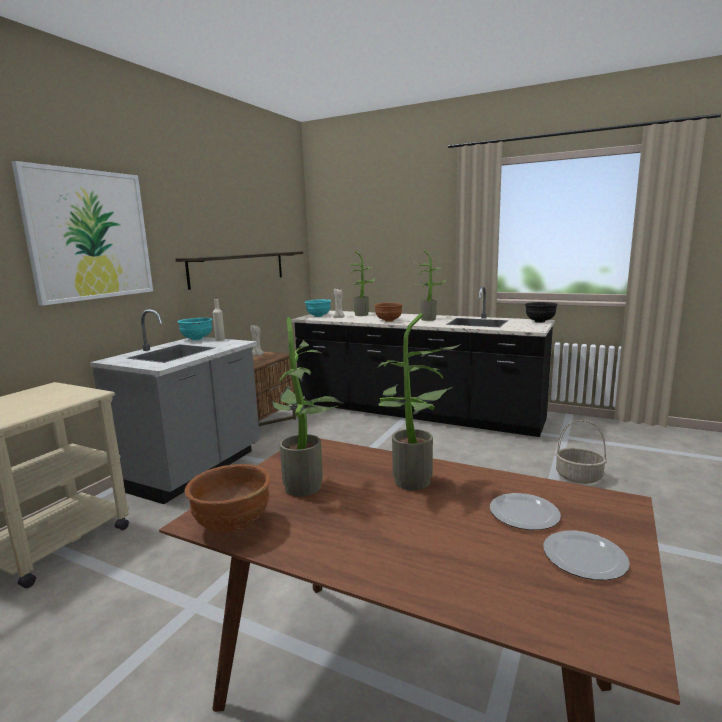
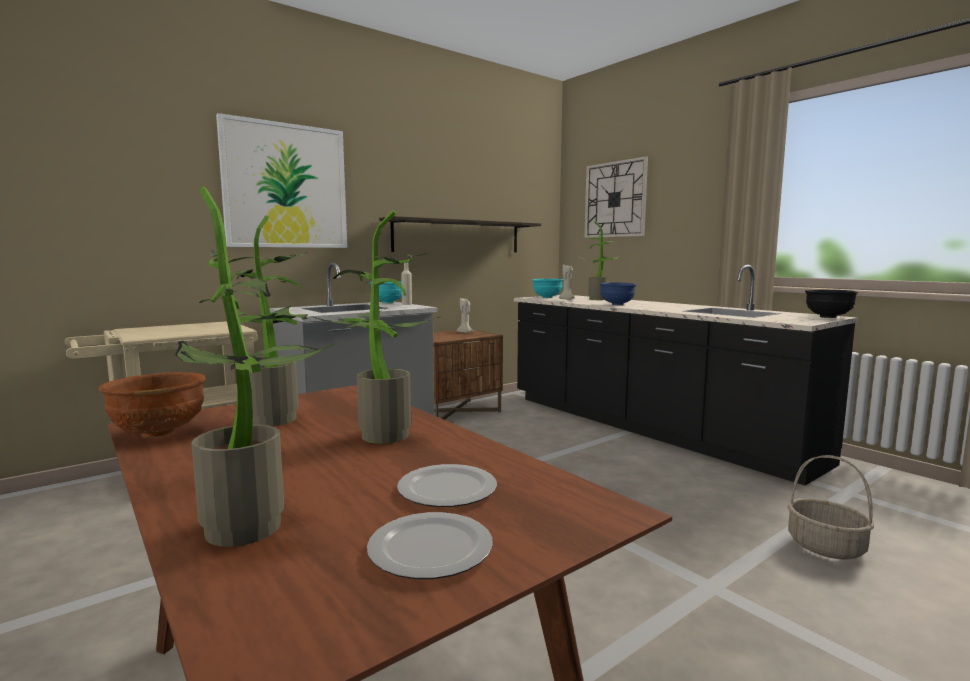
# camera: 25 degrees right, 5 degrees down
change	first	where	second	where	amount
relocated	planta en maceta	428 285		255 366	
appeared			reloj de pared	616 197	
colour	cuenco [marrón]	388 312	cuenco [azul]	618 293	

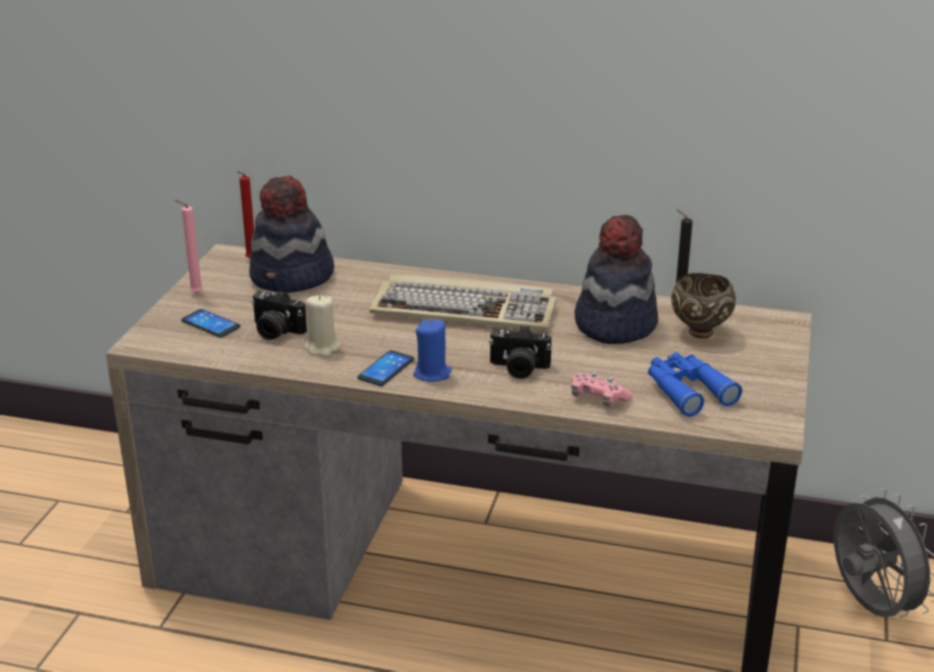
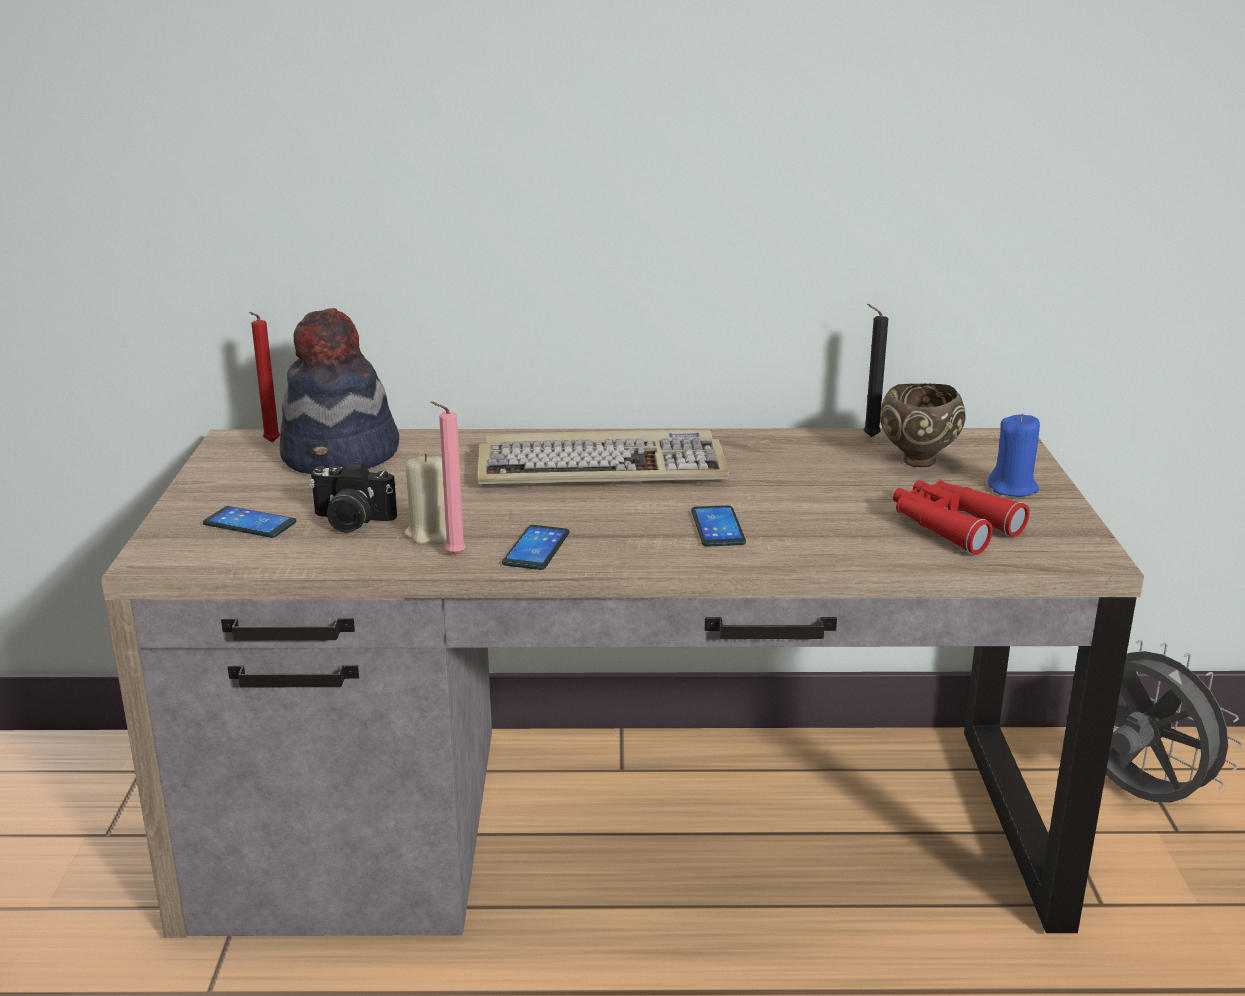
# camera: 15 degrees left, 5 degrees down
change	first	where	second	where	amount
relocated	vela [rosa]	189 247		448 478	
exchanged	cámara	520 352	móvil	718 526	
colour	prismáticos [azul]	695 384	prismáticos [rojo]	961 517	
relocated	vela [azul]	432 350		1014 455	
missing	mando de consola [rosa]	601 389			
missing	sombrero	616 279			

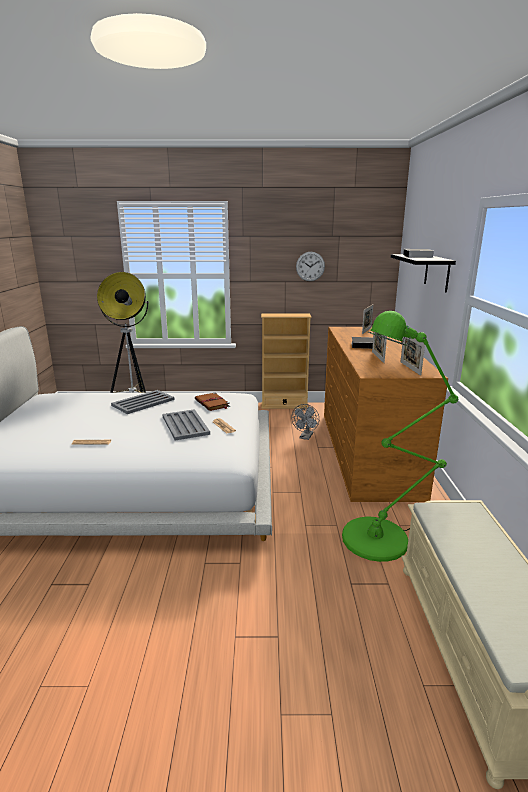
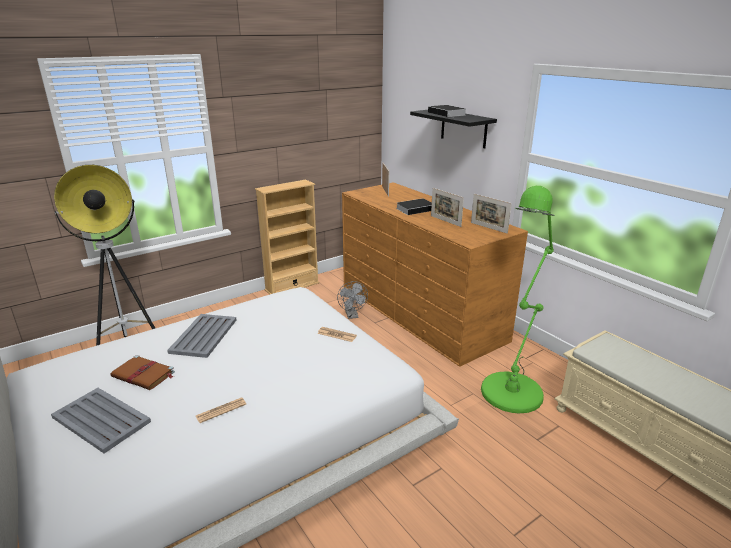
# camera: 35 degrees left, 5 degrees up
change	first	where	second	where	amount
relocated	bandeja [gris]	186 424		101 420	
relocated	libro [marrón]	212 401		142 372	
missing	reloj de pared	310 266			

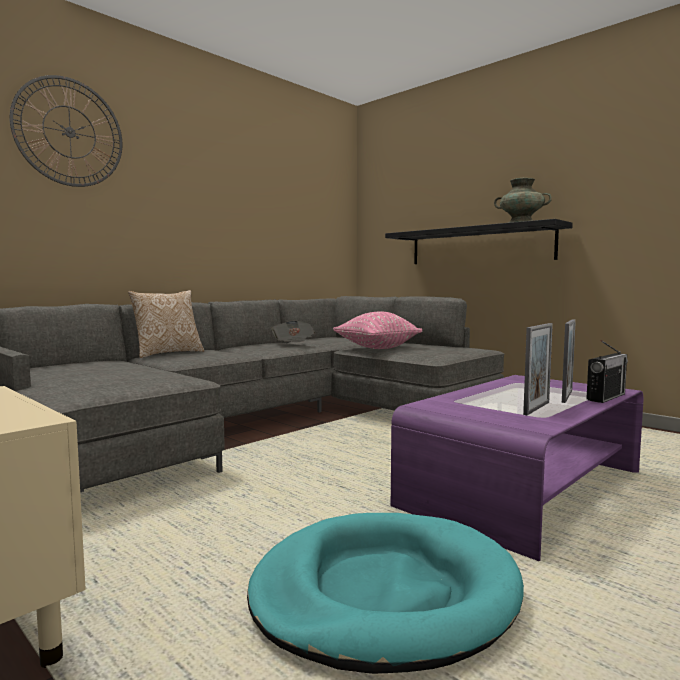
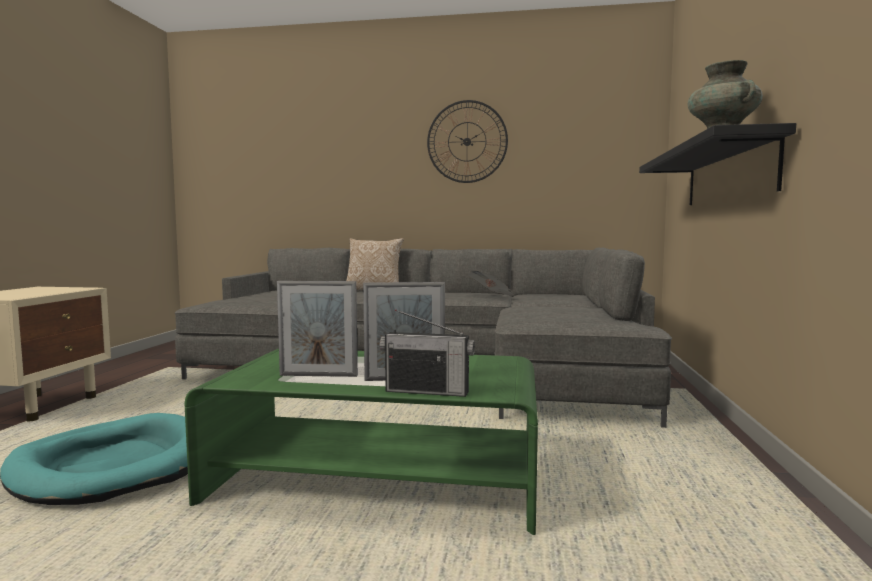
# camera: 55 degrees right, 0 degrees up
change	first	where	second	where	amount
colour	mesa de centro [morado]	517 468	mesa de centro [verde]	361 442	
relocated	reloj de pared	66 131		467 141	
missing	cojín [rosa]	377 330			

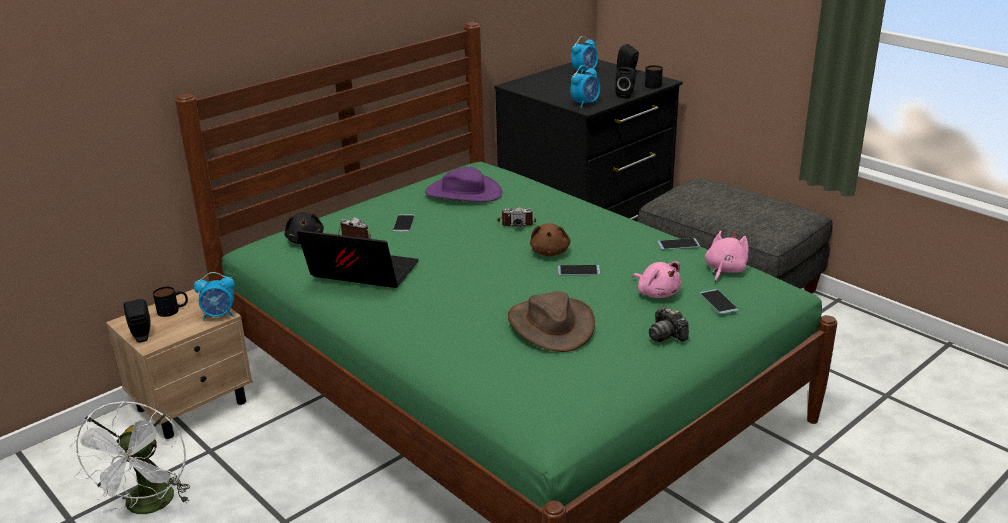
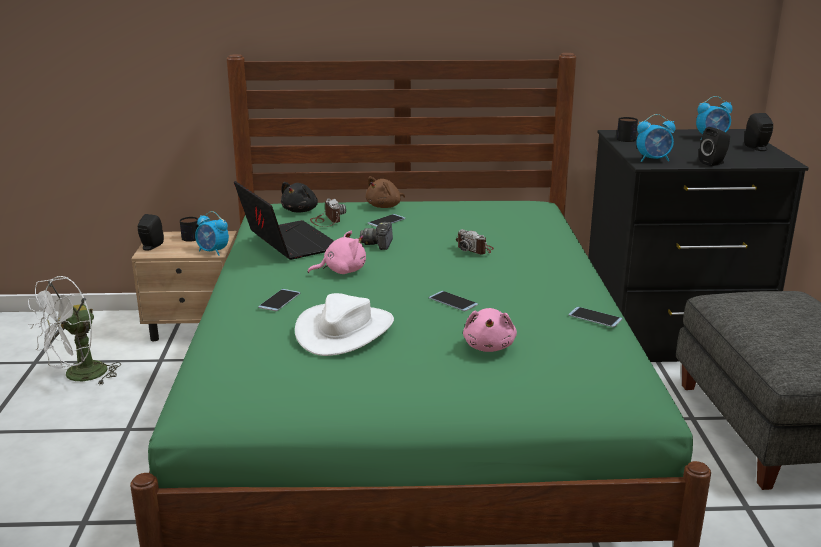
# camera: 40 degrees right, 5 degrees down
change	first	where	second	where	amount
relocated	móvil	719 301		279 300	
colour	sombrero [marrón]	551 321	sombrero [blanco]	344 324	
relocated	peluche [rosa]	727 256		337 252	
relocated	cámara	669 324		376 236	
relocated	peluche [marrón]	550 239		385 192	
relocated	taza grande	654 77		627 129	
missing	sombrero [morado]	463 184			

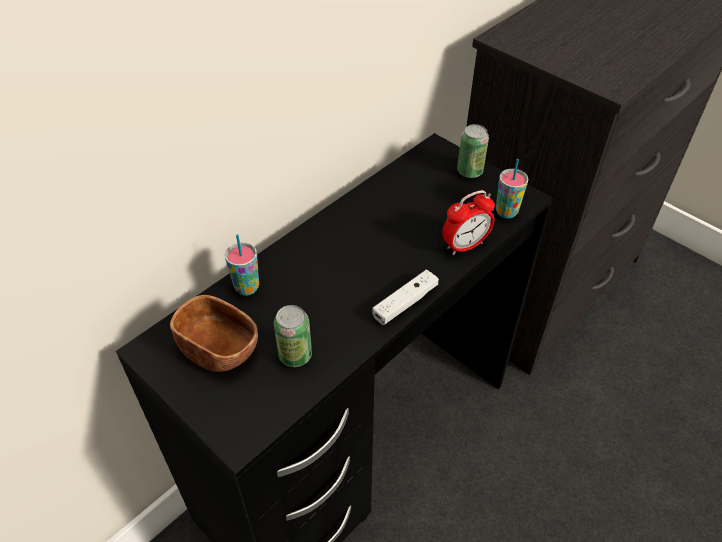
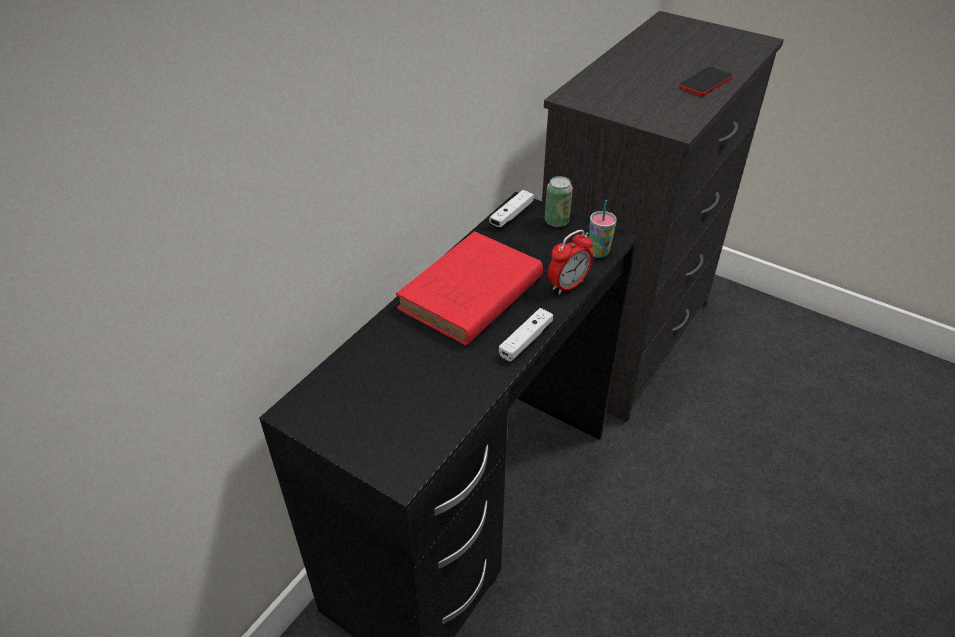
# camera: 10 degrees left, 5 degrees down
change	first	where	second	where	amount
appeared			libro [rojo]	469 288	
appeared			mando de consola [blanco]	511 208	
appeared			móvil	706 82	
missing	cuenco [marrón]	214 333			
missing	taza	242 265			
missing	lata	293 336			

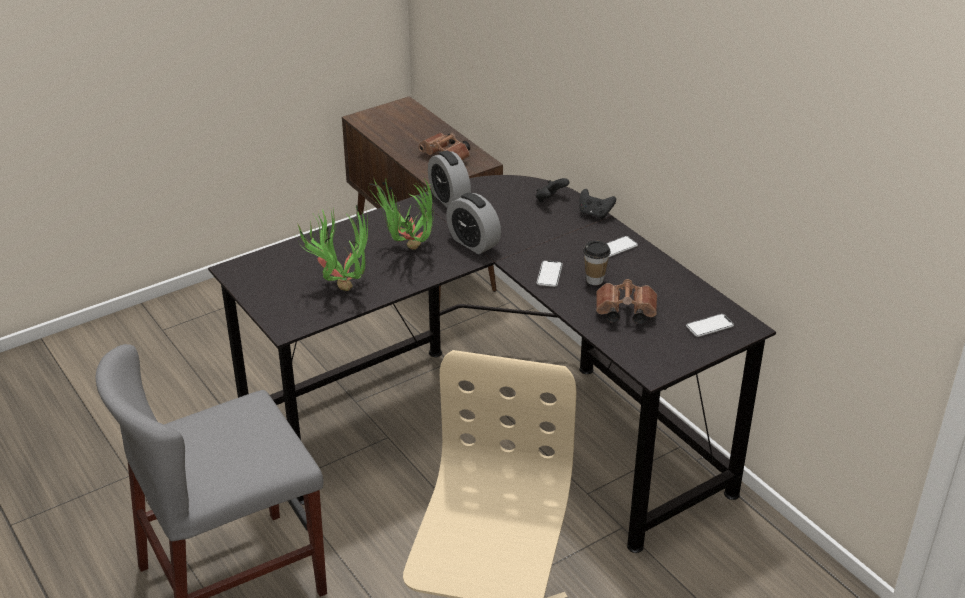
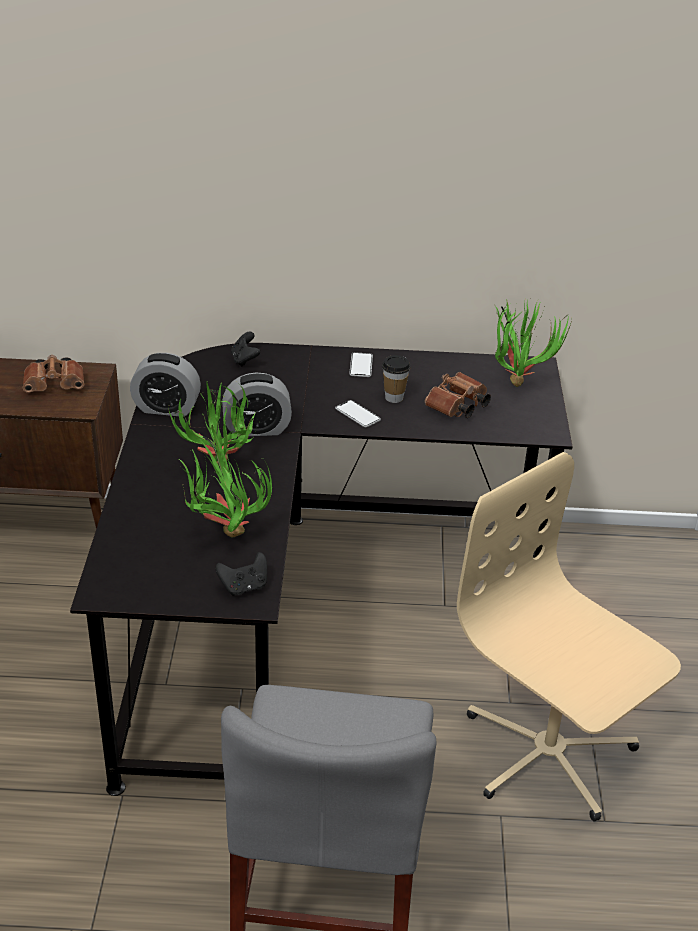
# camera: 55 degrees left, 0 degrees up
change	first	where	second	where	amount
relocated	mando de consola [negro]	597 204		241 574	
exchanged	móvil	710 325	planta en maceta	533 343	

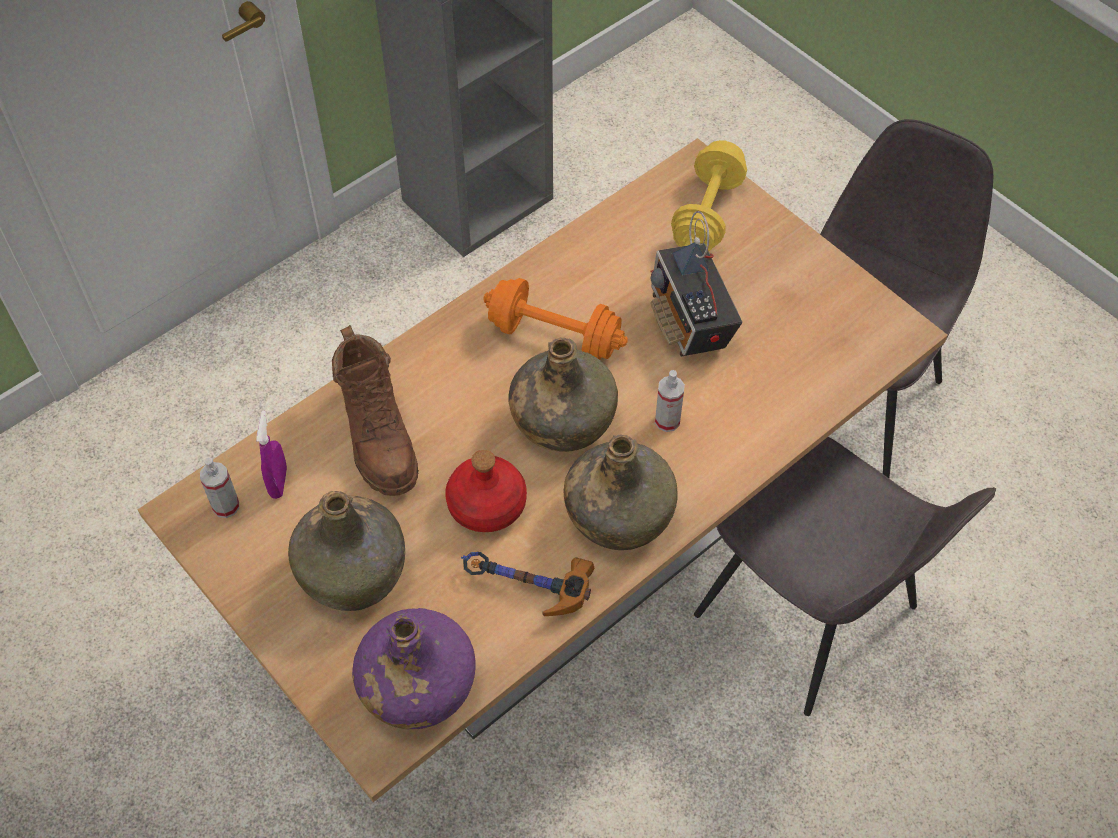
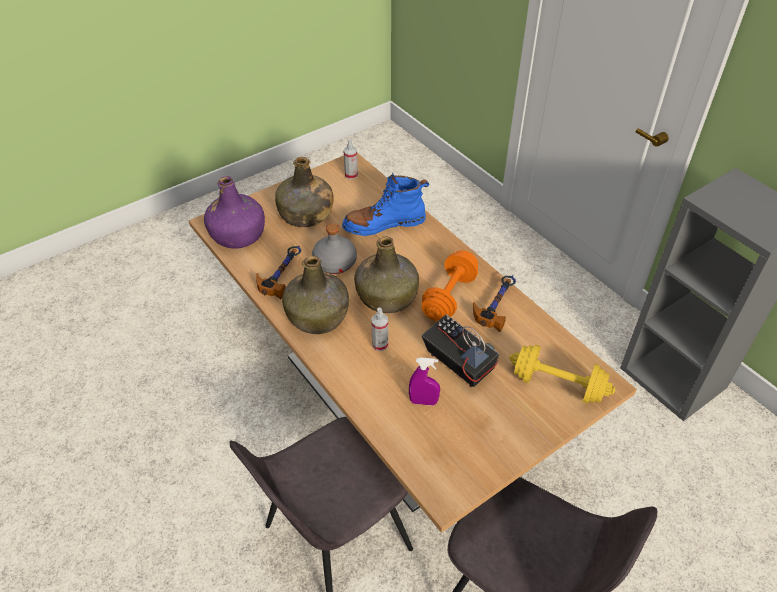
# camera: 95 degrees right, 10 degrees down
change	first	where	second	where	amount
colour	botella [rojo]	486 491	botella [gris]	334 249	
colour	bota [marrón]	375 410	bota [azul]	386 204	
relocated	pulverizador [morado]	271 455		424 381	
spun	radio	696 284		460 351	60 degrees clockwise
appeared			martillo	494 303	

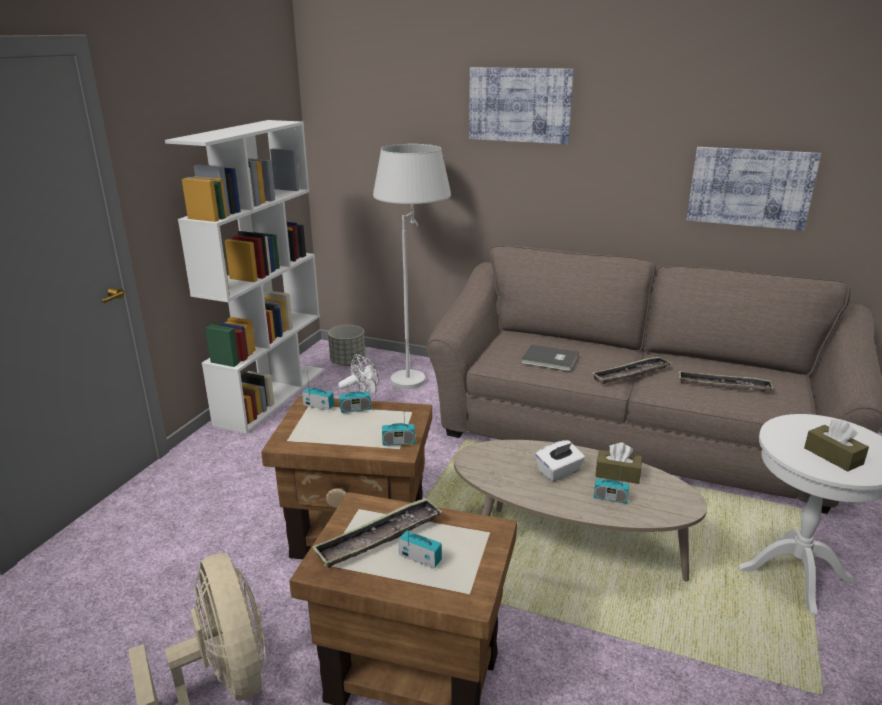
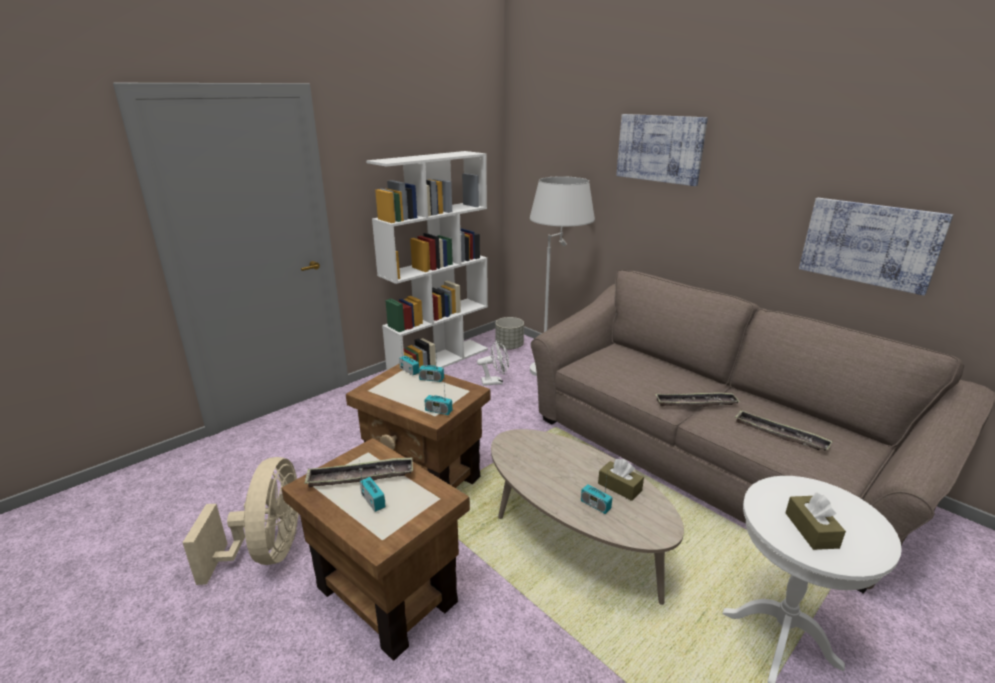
# camera: 25 degrees right, 0 degrees up
change	first	where	second	where	amount
missing	libro [gris]	549 358			
missing	caja de pañuelos [blanco]	560 461			

